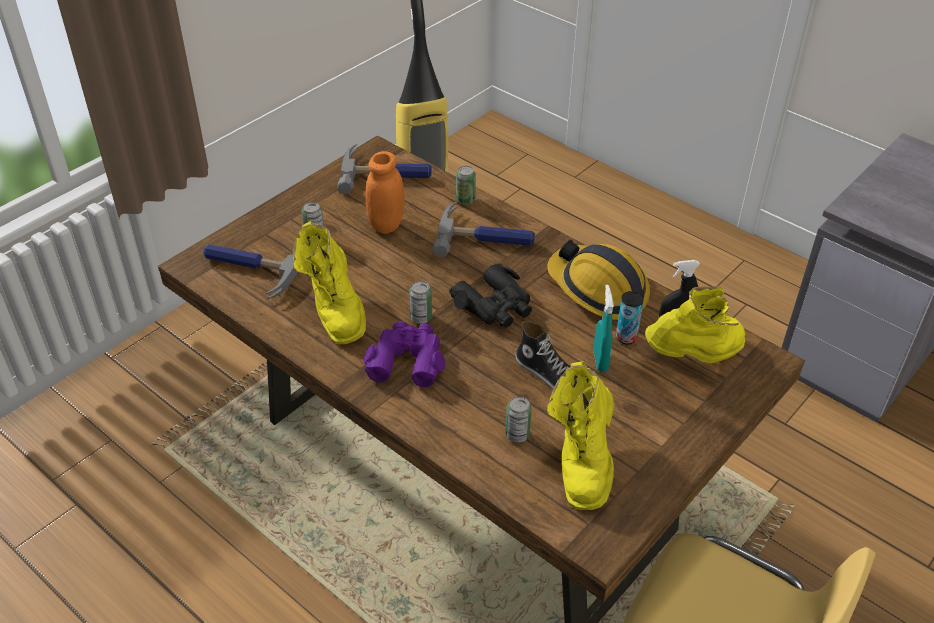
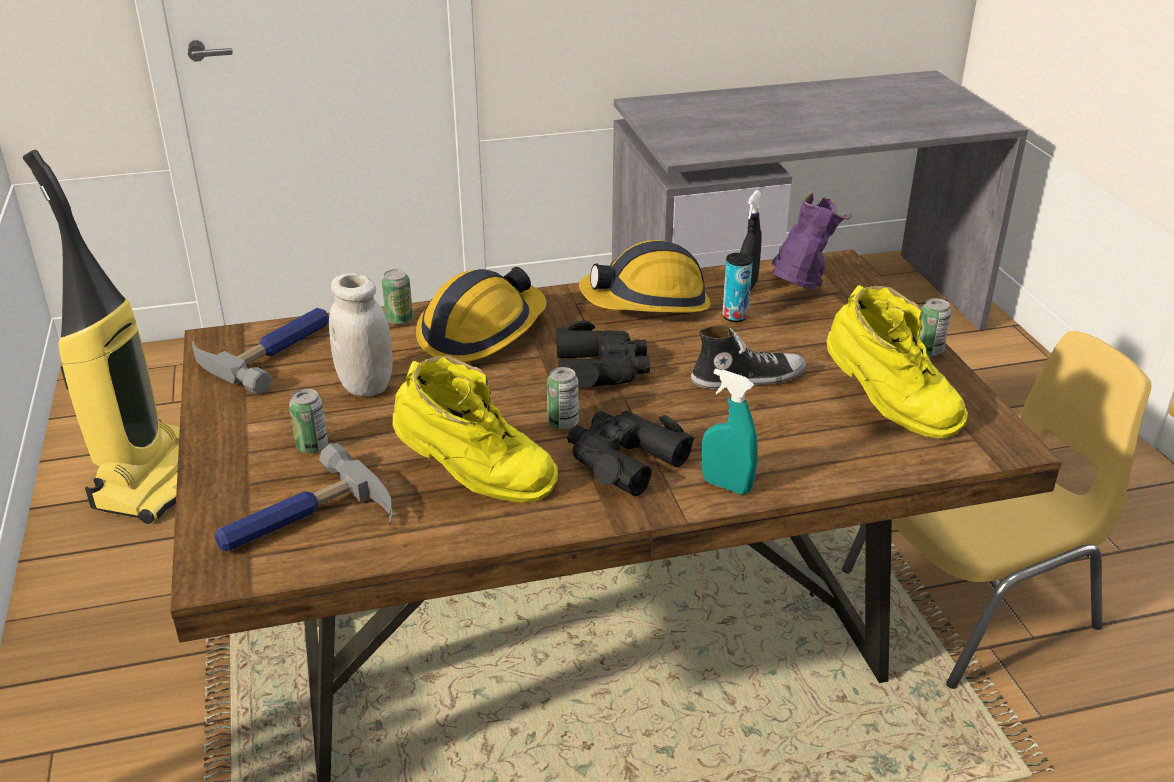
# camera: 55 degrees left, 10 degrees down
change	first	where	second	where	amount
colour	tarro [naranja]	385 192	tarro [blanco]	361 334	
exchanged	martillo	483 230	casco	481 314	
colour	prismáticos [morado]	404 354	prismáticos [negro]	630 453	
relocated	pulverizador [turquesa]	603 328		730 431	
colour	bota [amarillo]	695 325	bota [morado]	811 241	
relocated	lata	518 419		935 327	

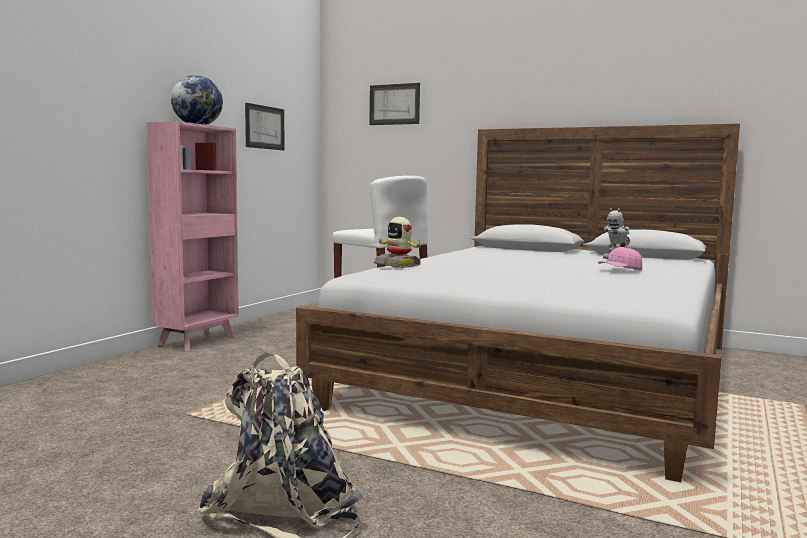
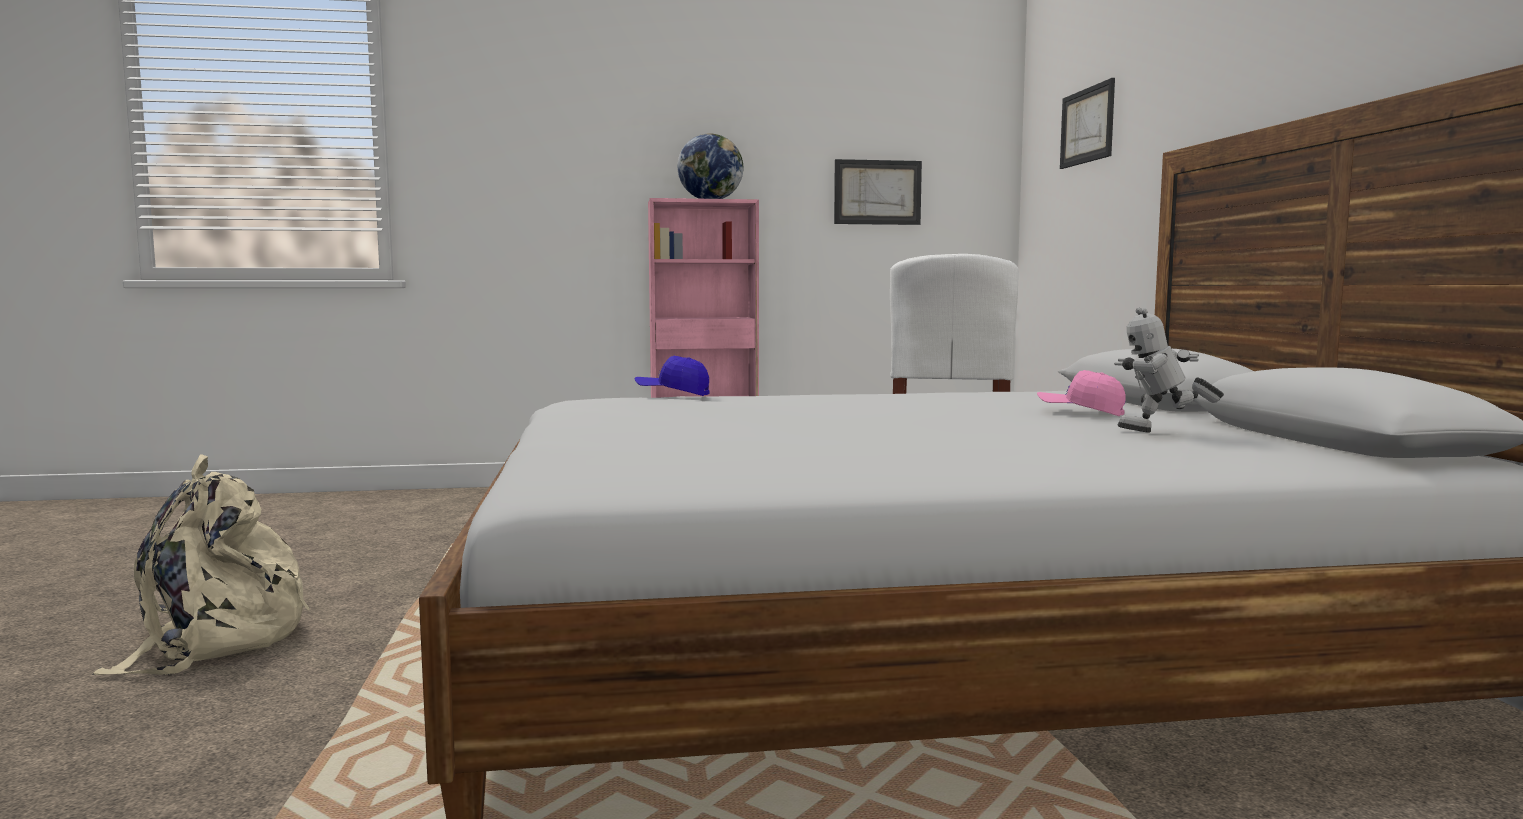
# camera: 55 degrees right, 0 degrees up
change	first	where	second	where	amount
exchanged	robot de juguete	399 242	gorra [azul]	672 376	
relocated	gorra [rosa]	620 258		1081 393	

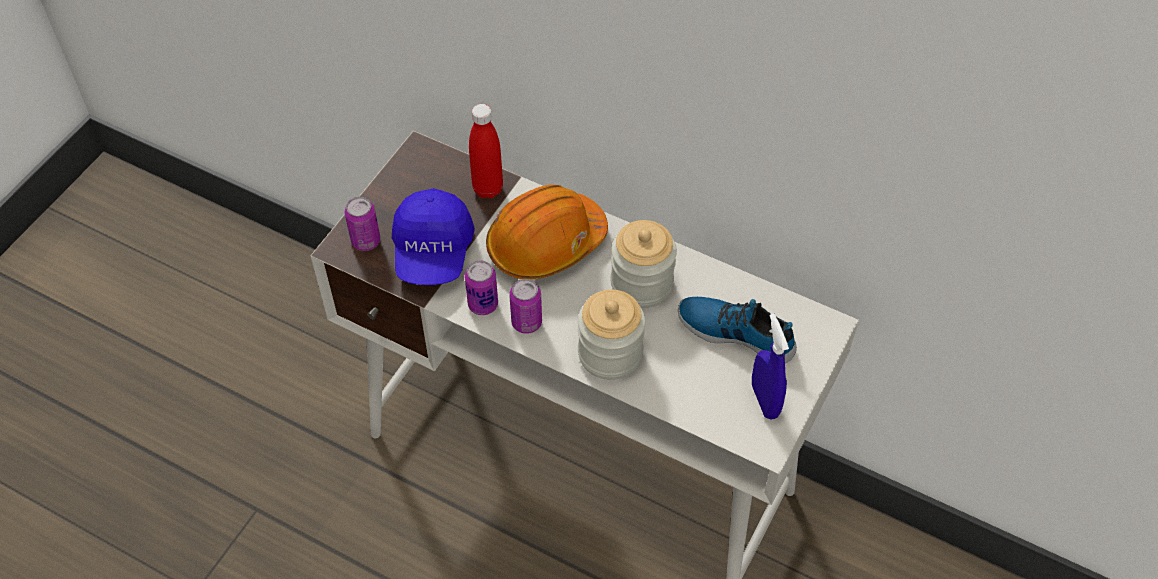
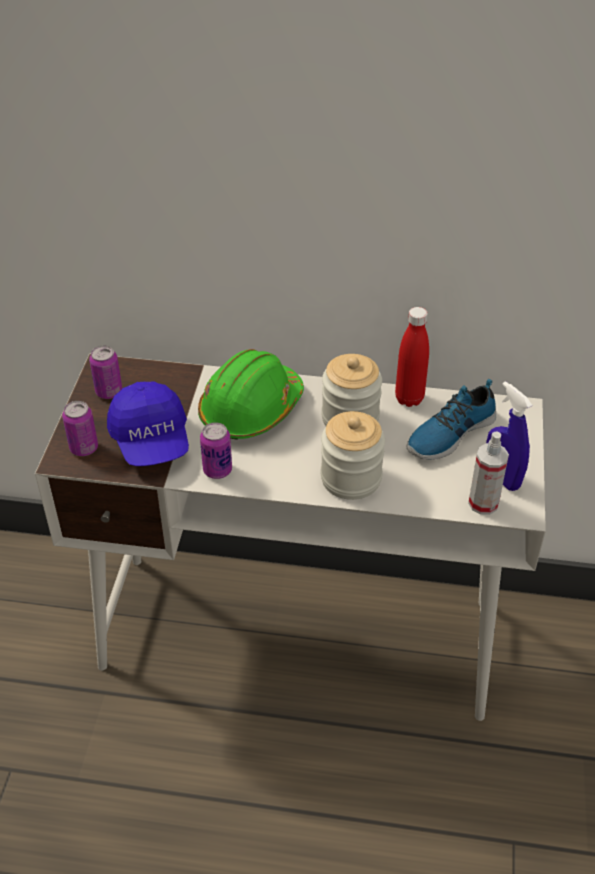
# camera: 20 degrees left, 10 degrees down
change	first	where	second	where	amount
relocated	lata	525 306		105 372	
colour	casco [naranja]	547 232	casco [verde]	251 394	
relocated	botella [rojo]	486 151		412 357	
spun	zapato	737 330		451 419	45 degrees counterclockwise
appeared			pulverizador	488 473	

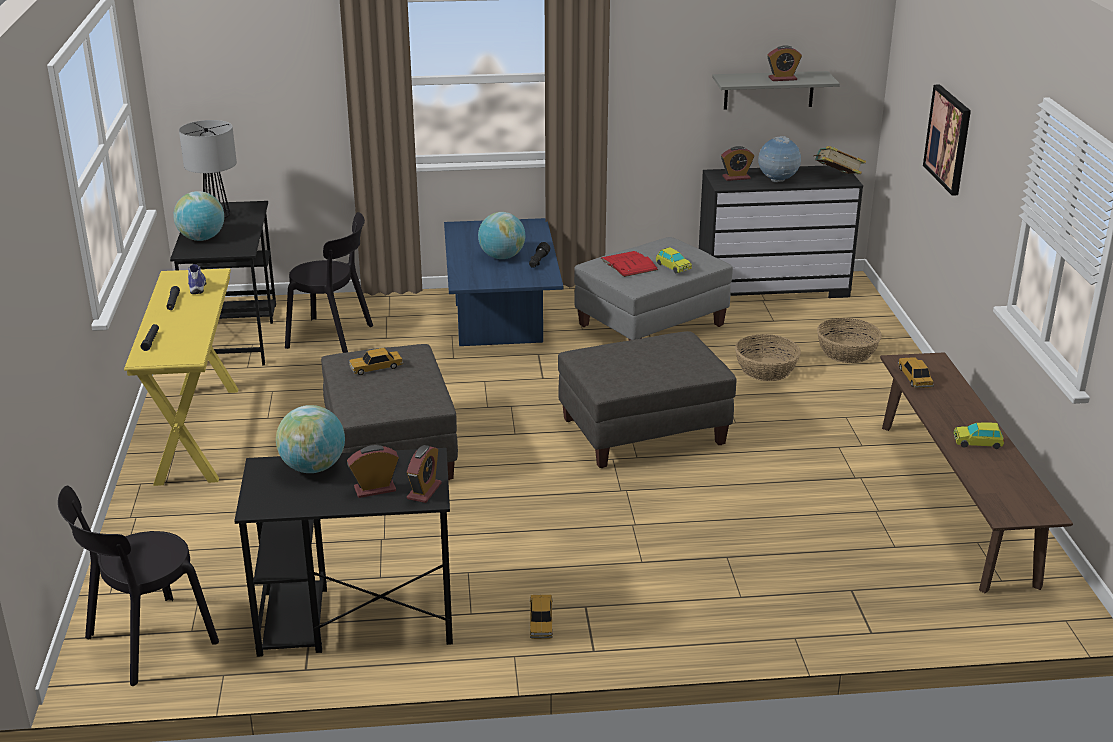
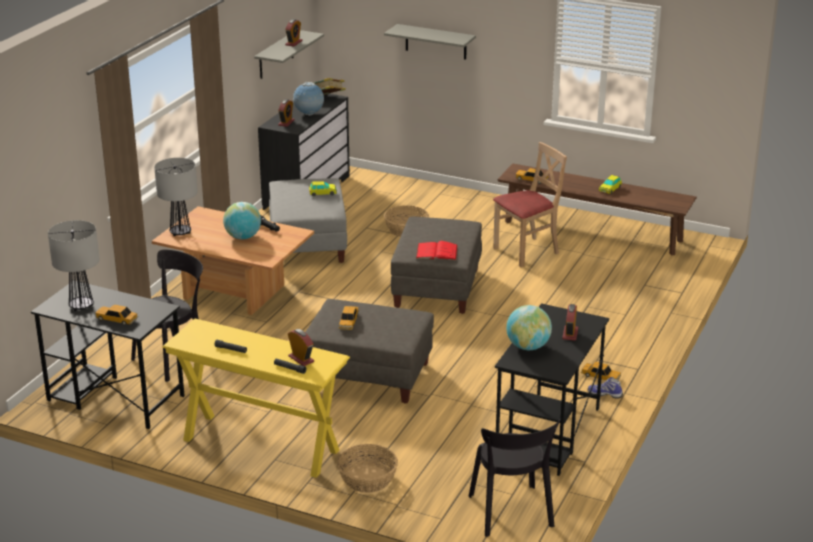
# camera: 60 degrees left, 0 degrees up
change	first	where	second	where	amount
exchanged	globo terráqueo	198 216	coche de juguete	116 314	
colour	mesa de centro [azul]	504 282	mesa de centro [marrón]	233 260	
appeared			lámpara de mesa	176 197	
relocated	despertador	424 474		301 347	
relocated	cesta	849 340		367 468	
exchanged	cuadro	947 140	estante [gris]	430 42	
relocated	libro [rojo]	629 264		437 250	
appeared			silla [beis]	530 204	
relocated	zapato	197 279		605 388	

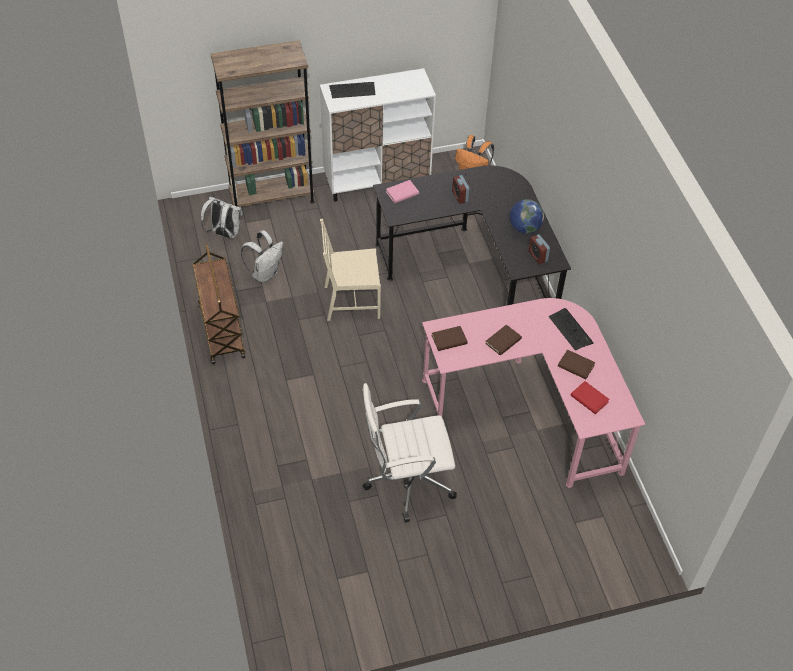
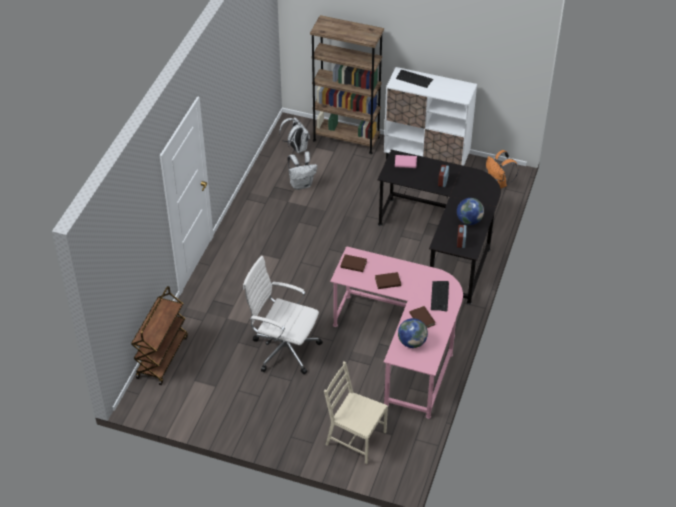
# camera: 35 degrees right, 5 degrees down
change	first	where	second	where	amount
relocated	carrito [marrón]	219 304		159 335	
relocated	silla [beis]	350 270		356 412	
exchanged	libro [rojo]	590 397	globo terráqueo	413 333	

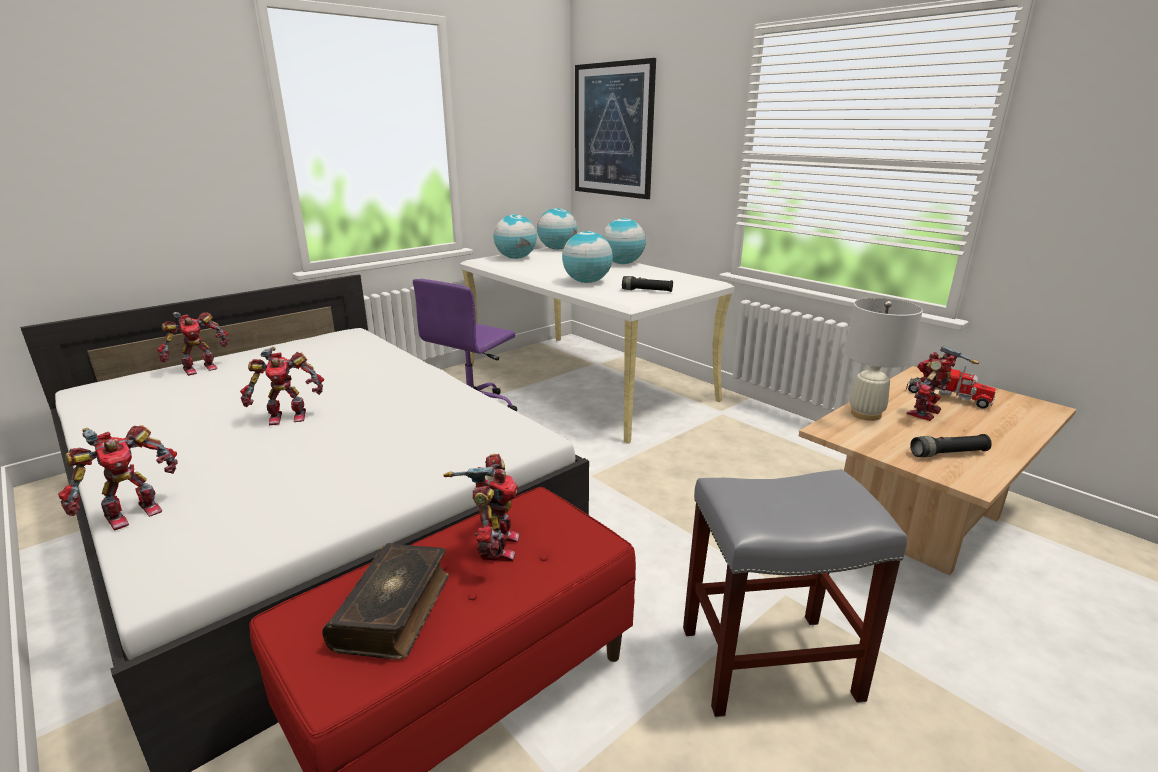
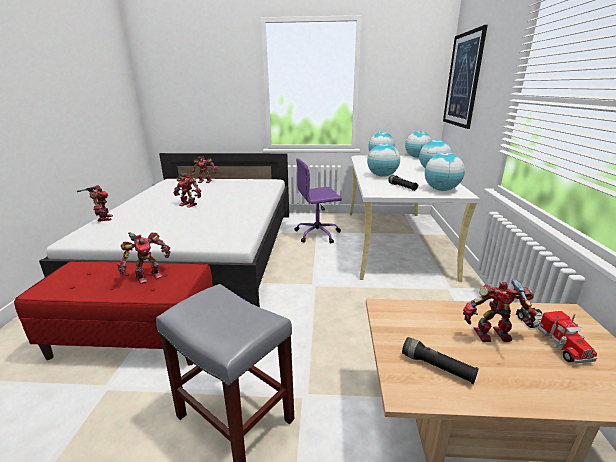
# camera: 45 degrees right, 0 degrees up
change	first	where	second	where	amount
spun	robot de juguete	118 478		95 203	105 degrees counterclockwise
appeared			globo terráqueo	445 172	
missing	libro	385 601			
missing	lámpara de mesa [blanco]	884 359			

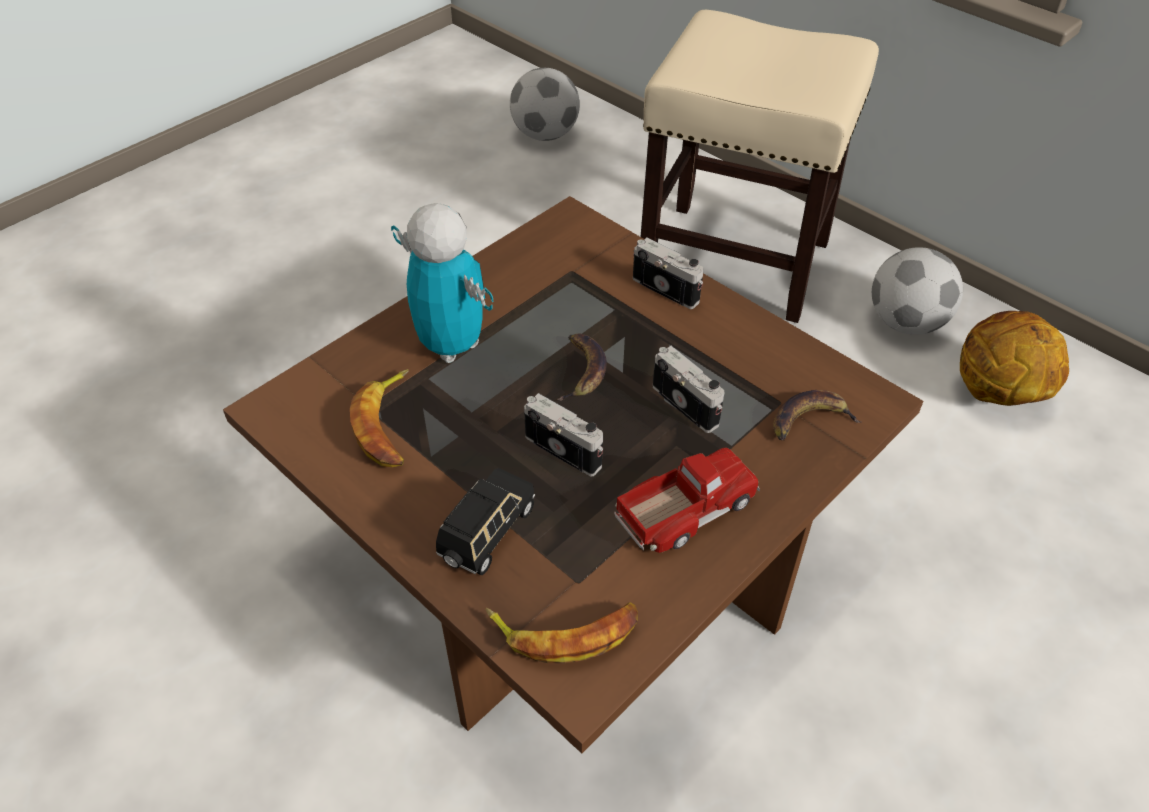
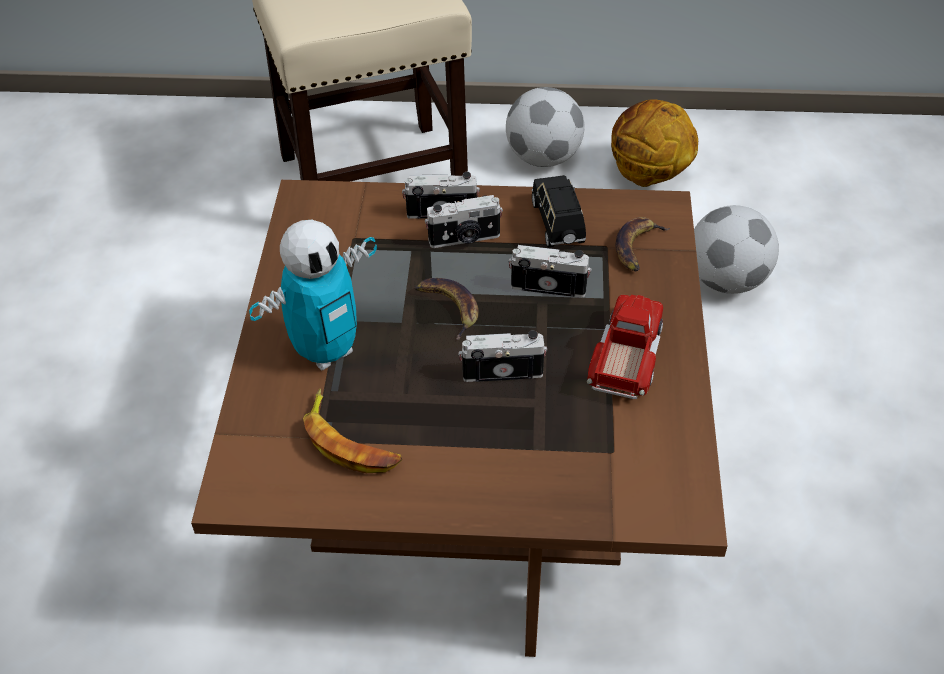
# camera: 40 degrees left, 0 degrees up
change	first	where	second	where	amount
spun	robot de juguete	442 283		313 295	135 degrees clockwise
appeared			cámara	464 221	
relocated	coche de juguete [negro]	485 521		559 211	
relocated	balón de fútbol	545 104		736 249	
missing	plátano	561 632			

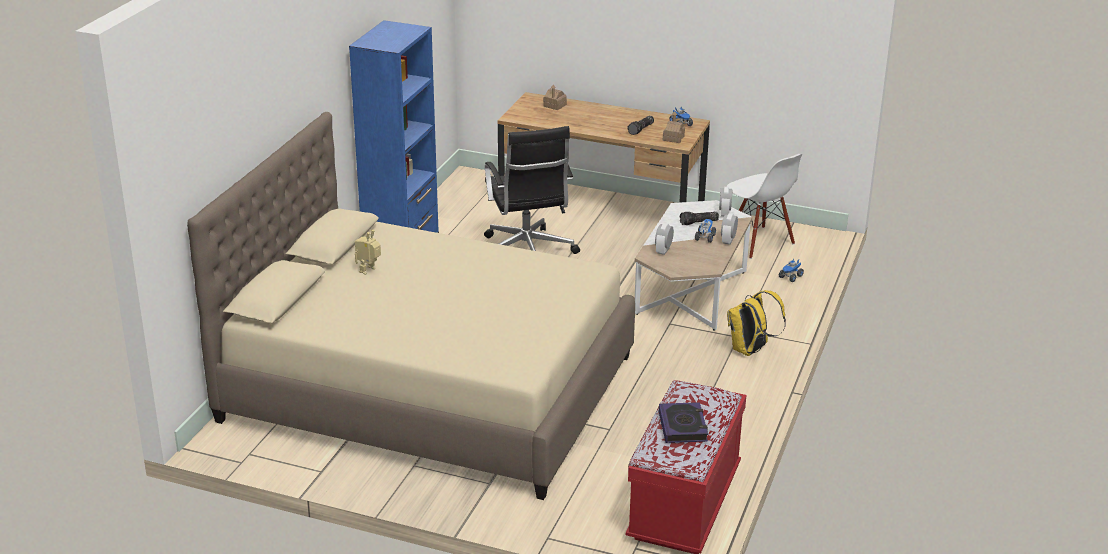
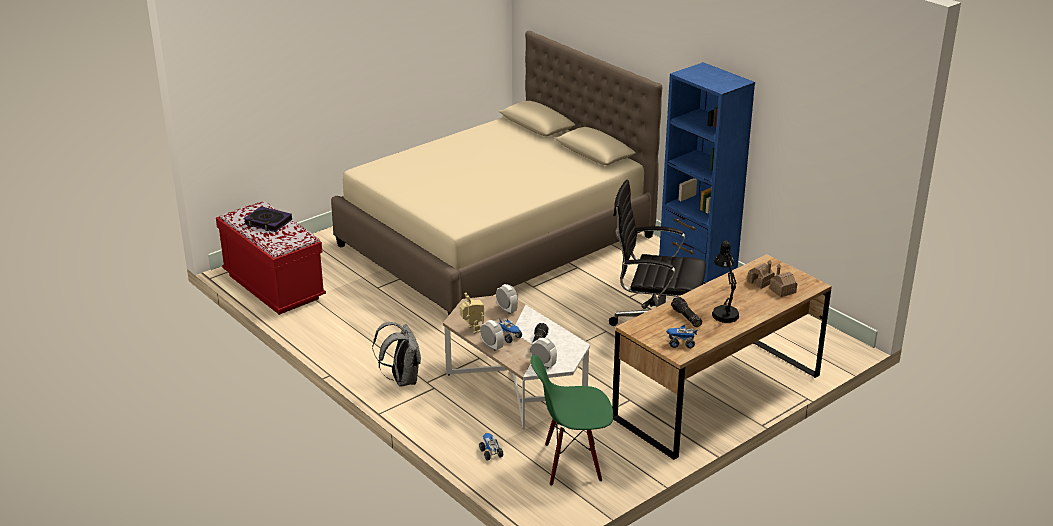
# camera: 120 degrees right, 0 degrees up
change	first	where	second	where	amount
colour	mochila [amarillo]	756 323	mochila [gris]	396 354	
relocated	robot de juguete	368 252		472 313	
colour	silla [blanco]	764 206	silla [verde]	572 420	
appeared			lámpara de mesa [negro]	725 282	
relocated	casita	674 127		761 274	

